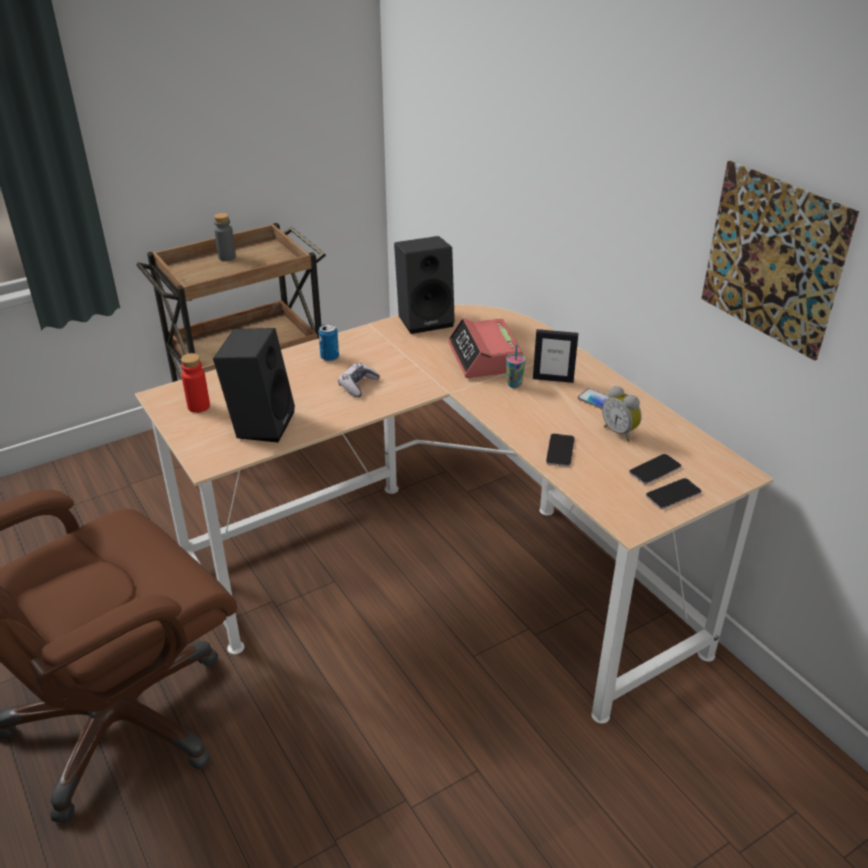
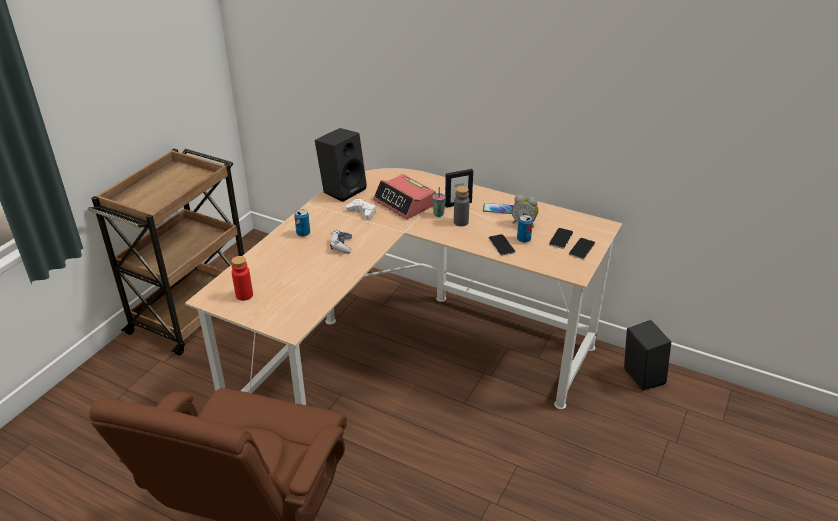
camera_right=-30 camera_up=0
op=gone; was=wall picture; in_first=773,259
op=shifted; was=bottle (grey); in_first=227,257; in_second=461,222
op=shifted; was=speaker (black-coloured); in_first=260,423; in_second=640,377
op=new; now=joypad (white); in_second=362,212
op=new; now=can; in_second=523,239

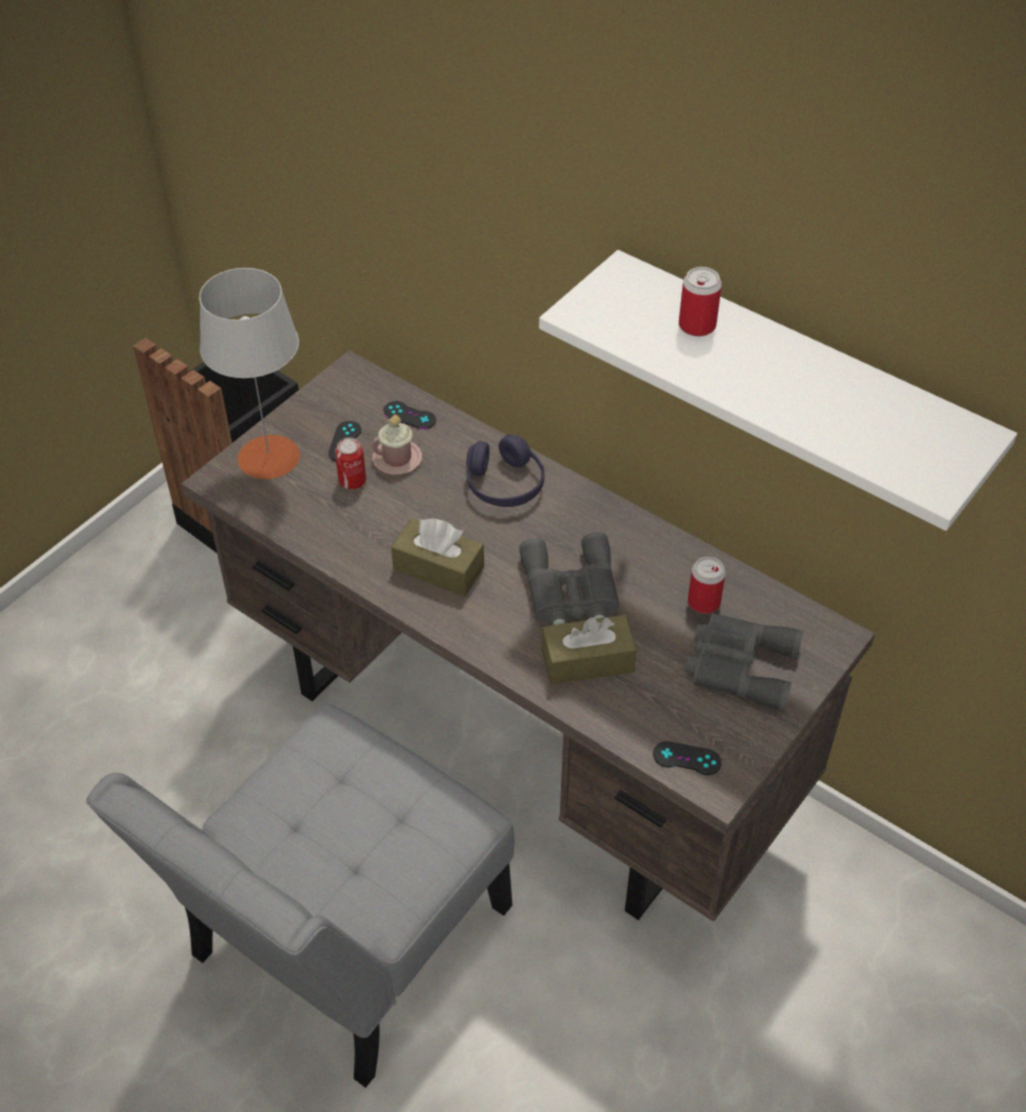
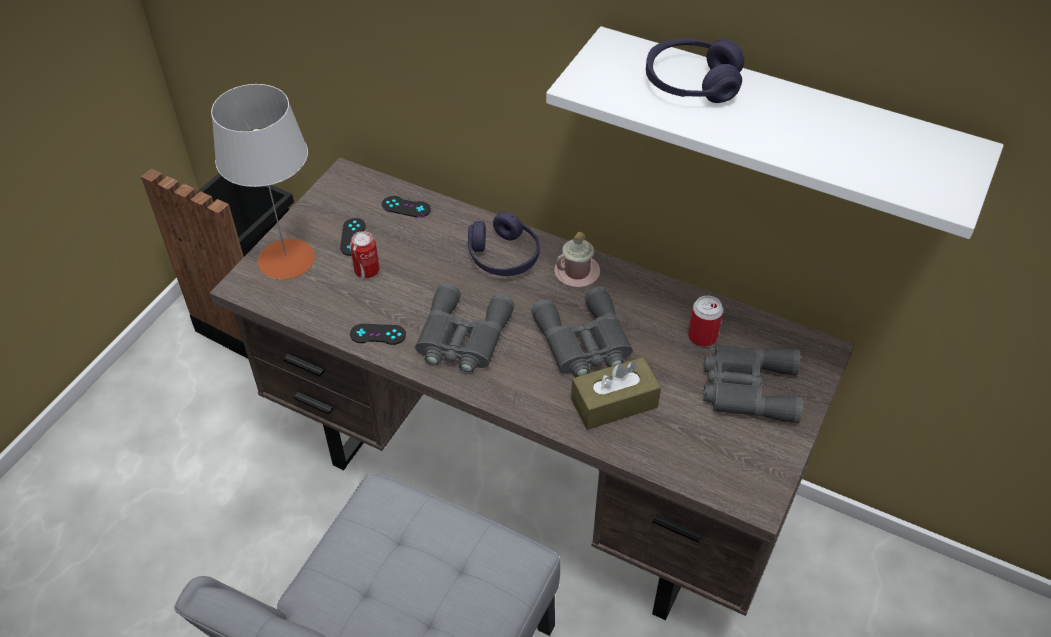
camera_right=-10 camera_up=0
op=swapped; was=can; now=pair of headphones (purple-coloured); in_first=697,325; in_second=692,83
op=shifted; was=coffee mug (pink); in_first=397,459; in_second=577,272
op=swapped; was=tissue holder (brownish); now=field glasses (grey); in_first=438,568; in_second=462,338
op=shifted; was=joypad (black-coloured); in_first=687,758; in_second=378,334

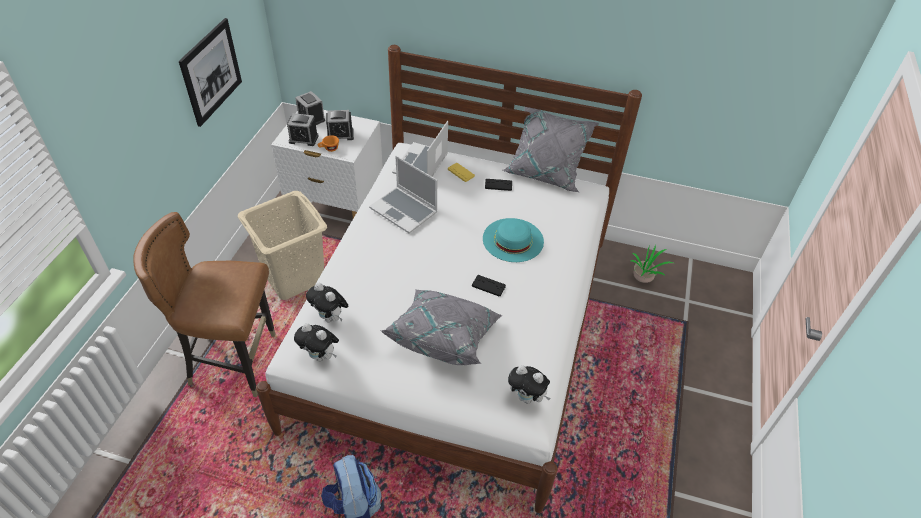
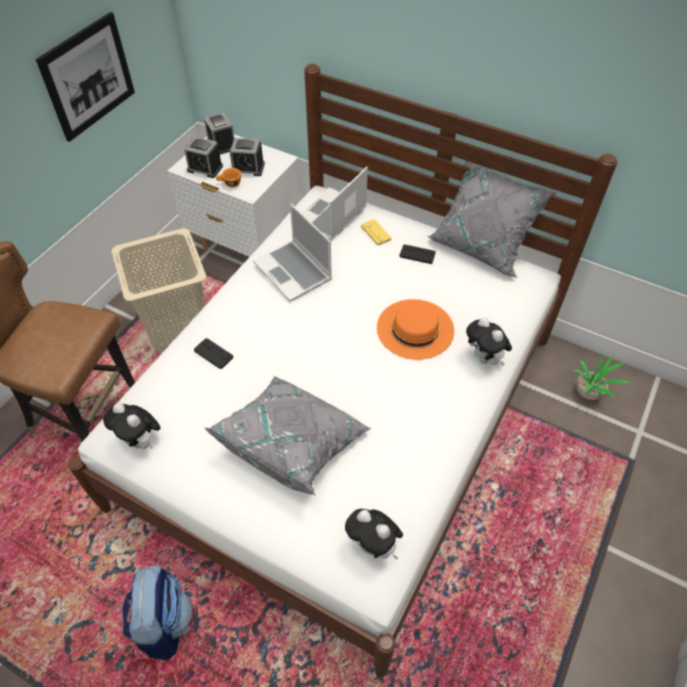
camera_right=15 camera_up=5
op=repainted; was=hat (turquoise); now=hat (orange); in_first=513,240; in_second=415,328
op=shifted; was=joypad (black-coloured); in_first=488,286; in_second=213,354
op=shifted; was=cuddly toy; in_first=330,317; in_second=484,359

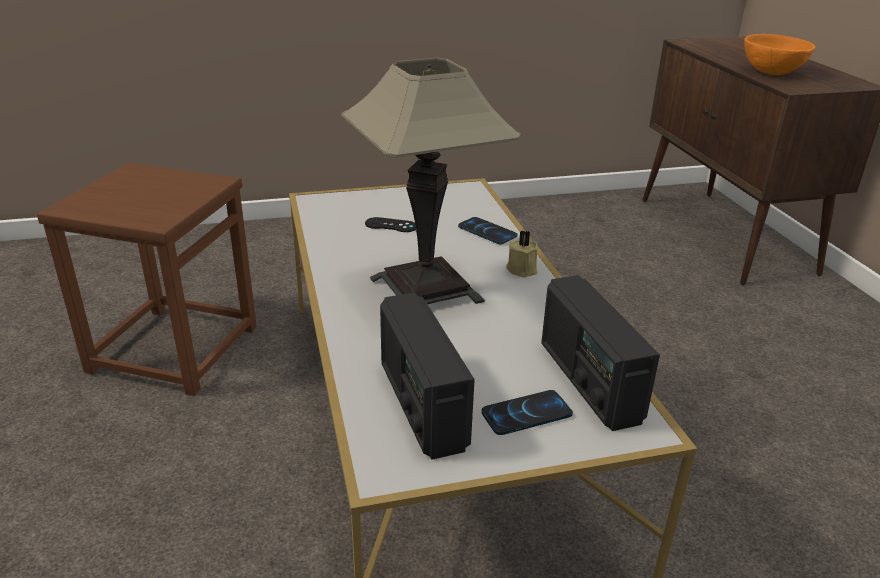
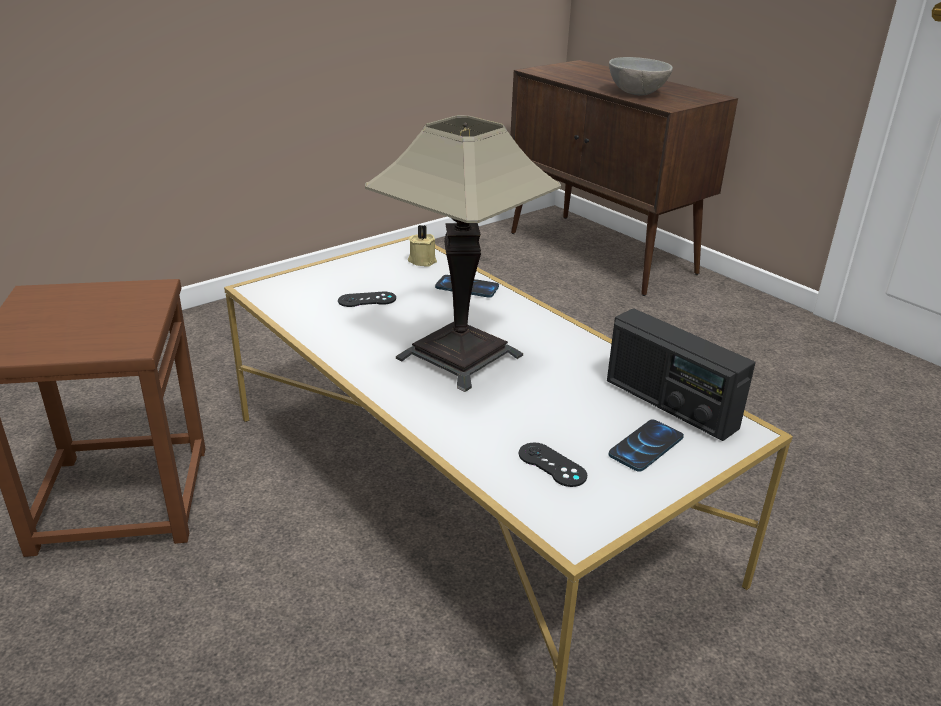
camera_right=-25 camera_up=0
op=repainted; was=deep dish (orange); now=deep dish (grey); in_first=772,73; in_second=637,93
op=shifted; was=wax candle (beige); in_first=522,269; in_second=422,260
op=swapped; was=radio receiver; now=joypad (black-coloured); in_first=421,404; in_second=552,465

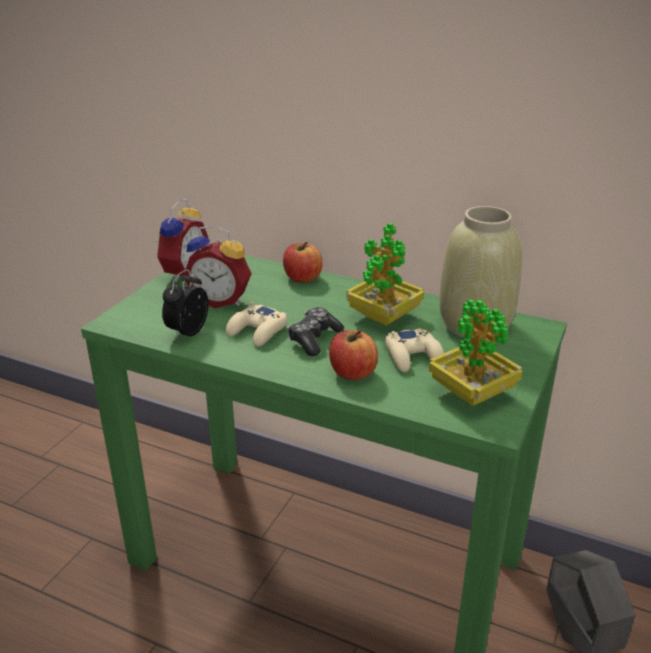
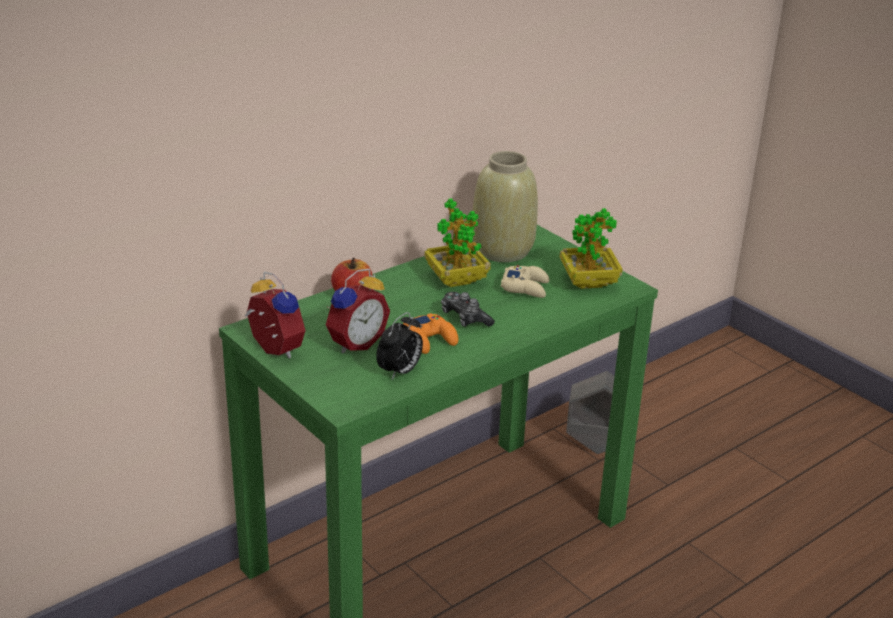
camera_right=-65 camera_up=0
op=rotated; was=table clock; in_first=187,332; in_second=400,372; clockwise=-105
op=repainted; was=joypad (beige); now=joypad (orange); in_first=257,331; in_second=429,339
op=gone; was=apple fruit; in_first=352,373

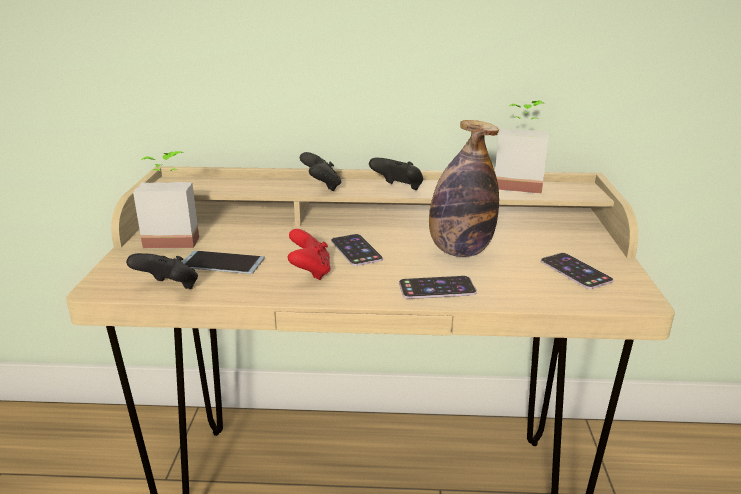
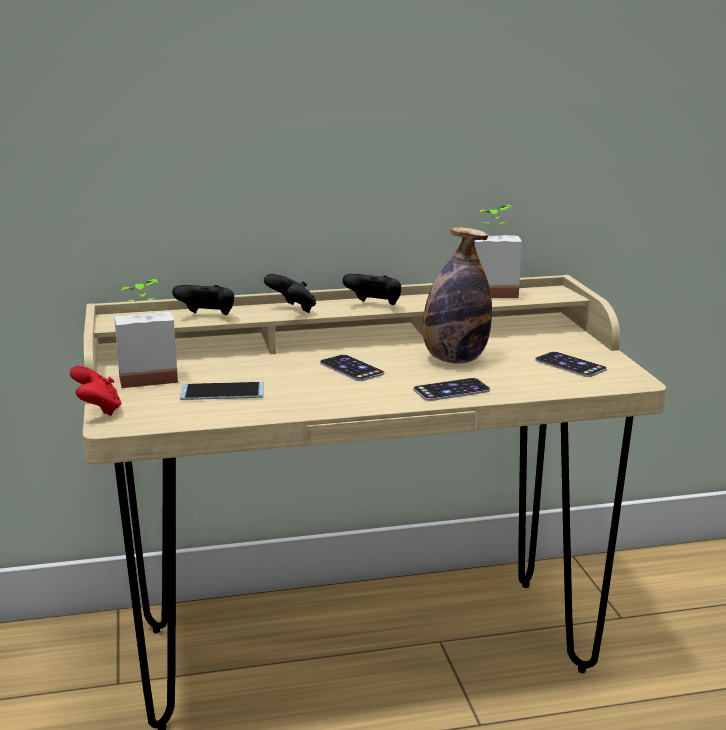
camera_right=-15 camera_up=-5
op=shifted; was=joypad (red-coloured); in_first=310,272; in_second=98,410
op=shifted; was=joypad (black-coloured); in_first=169,289; in_second=207,316

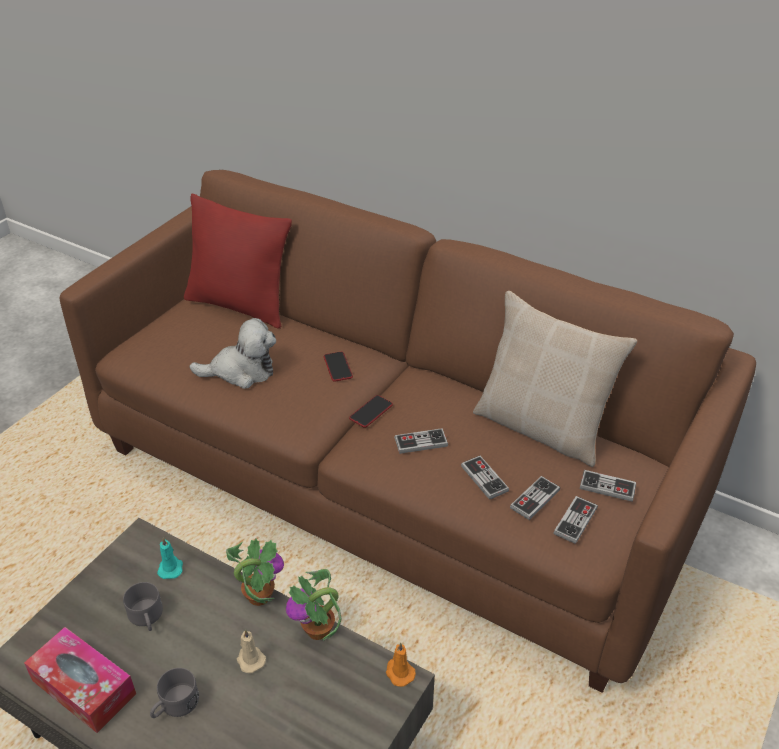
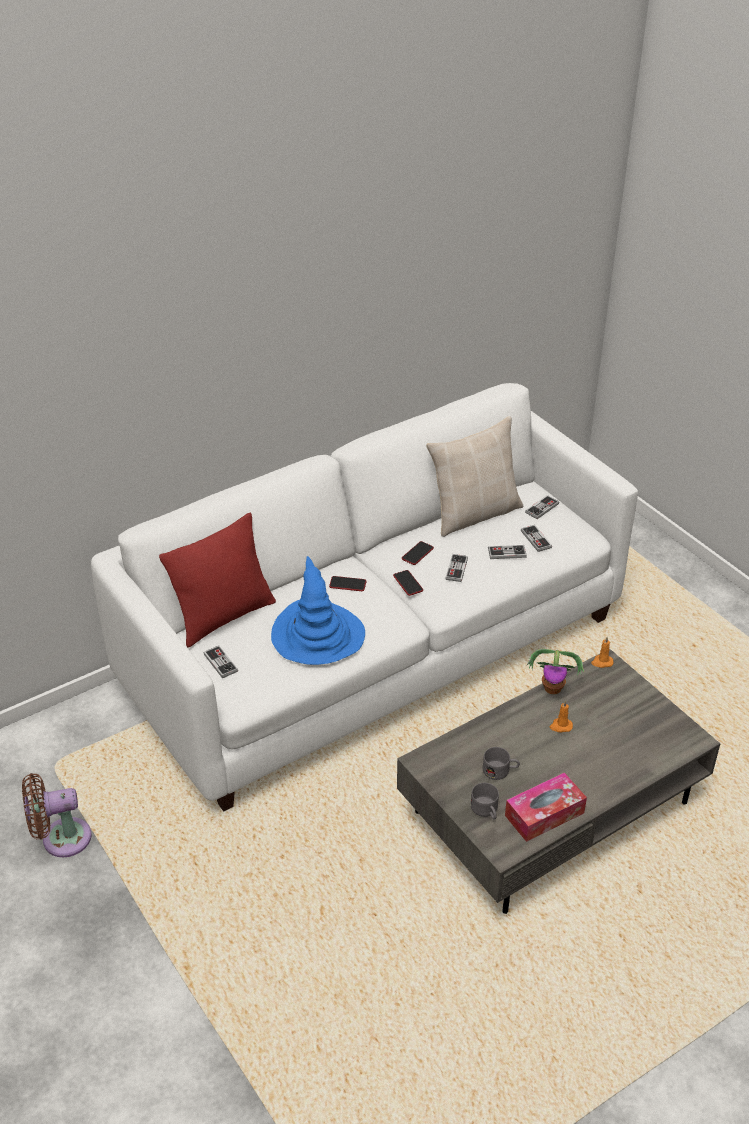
camera_right=-65 camera_up=0
op=repainted; was=couch (brownish); now=couch (white); in_first=391,483; in_second=375,652
op=swapped; was=cuddly toy; now=hat (bluish); in_first=241,371; in_second=317,635
op=shifted; was=joypad; in_first=575,521; in_second=220,663
op=gone; was=wax candle (turquoise); in_first=171,568
op=gone; was=potted plant; in_first=258,595
op=repainted; was=wax candle (beige); now=wax candle (orange); in_first=250,659; in_second=560,726
op=shifted; was=coffee mug (grey); in_first=174,705; in_second=486,811
op=new; now=phone; in_second=417,553
op=new; now=cooling fan (brownish); in_second=61,839

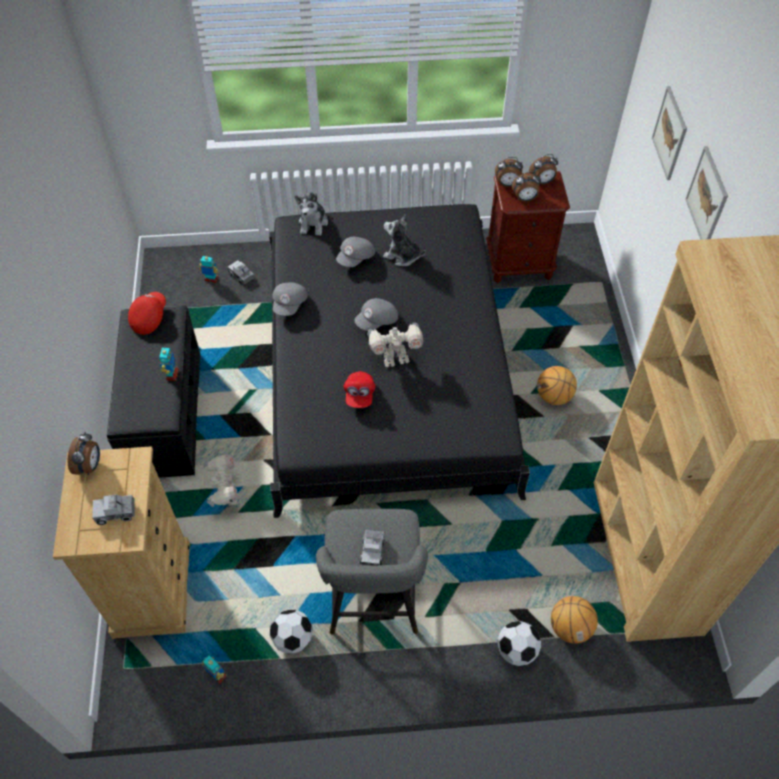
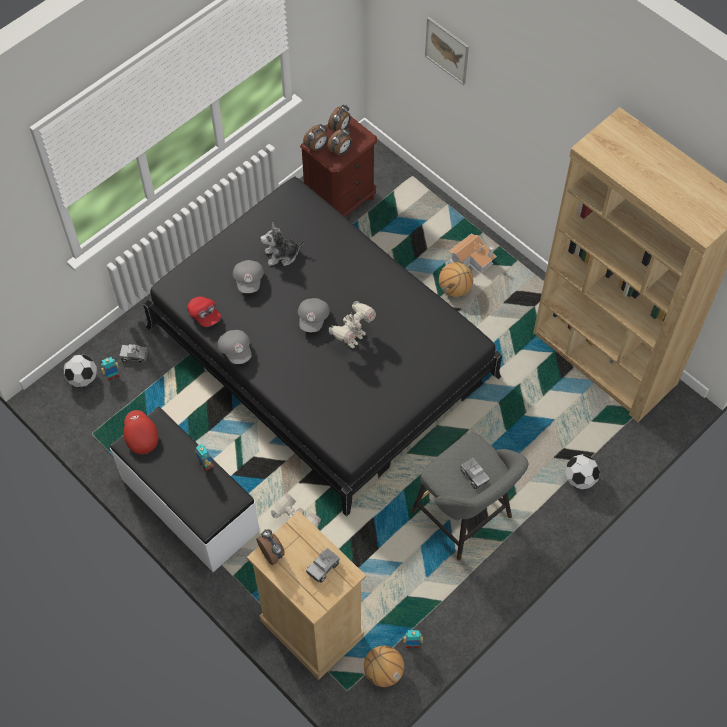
camera_right=-40 camera_up=5
op=gone; was=wall picture; in_first=707,197
op=gone; was=cuddly toy; in_first=313,223
op=repainted; was=indoor bench (black-coloured); now=indoor bench (white); in_first=164,414; in_second=189,505
op=shifted; was=peaked cap (red-coloured); in_first=359,395; in_second=204,315
op=shifted; was=ball for basketball; in_first=570,627; in_second=383,672
op=shifted; was=football ball; in_first=293,638; in_second=83,378
op=new; now=model house; in_second=472,259

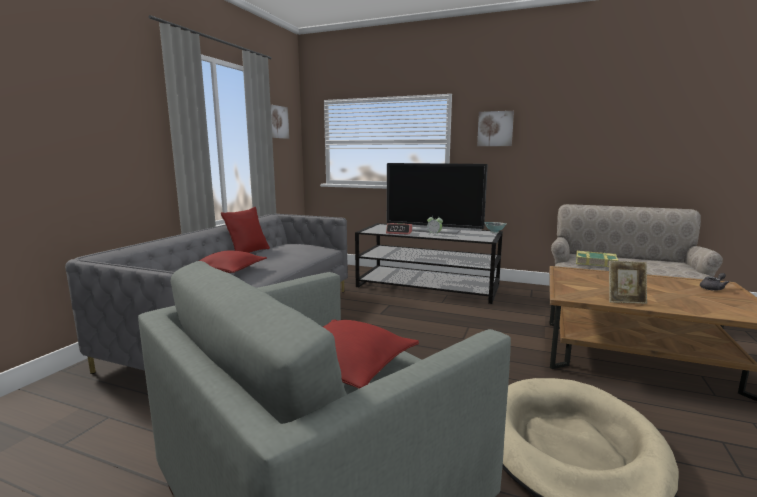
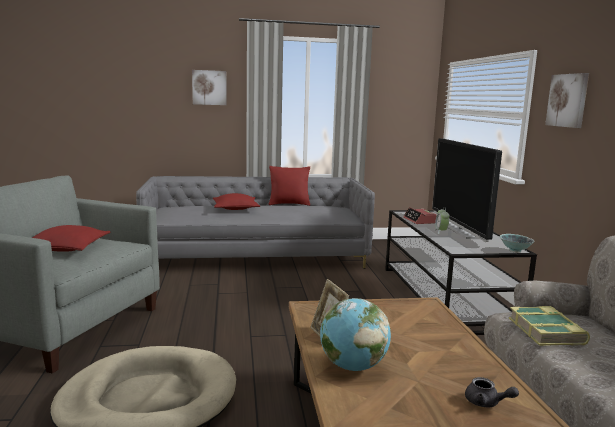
camera_right=60 camera_up=0
op=shifted; was=wall picture; in_first=277,122; in_second=209,87
op=new; now=desk globe; in_second=352,366

